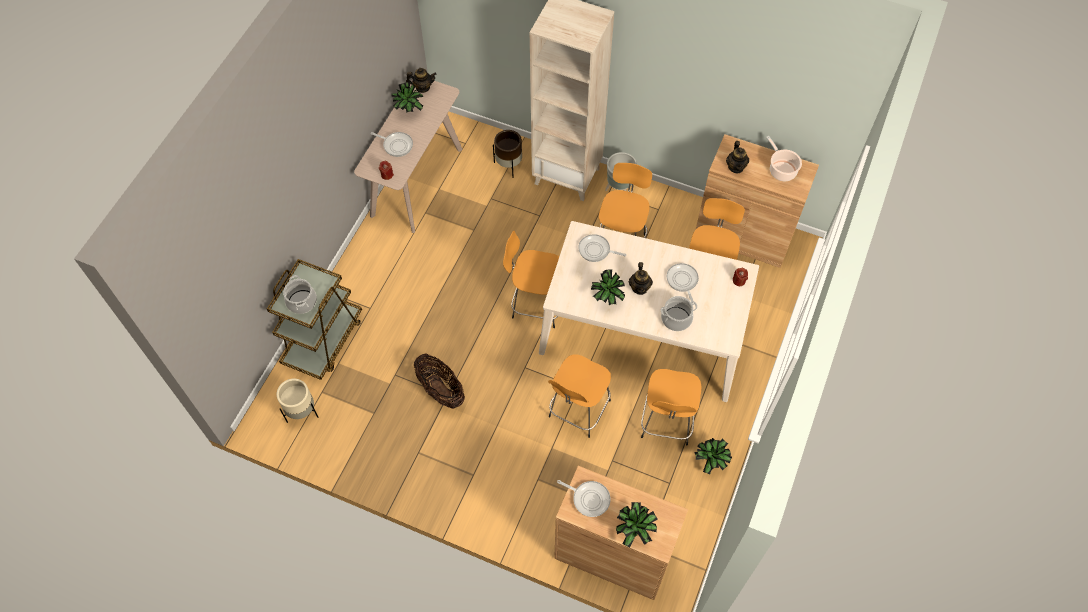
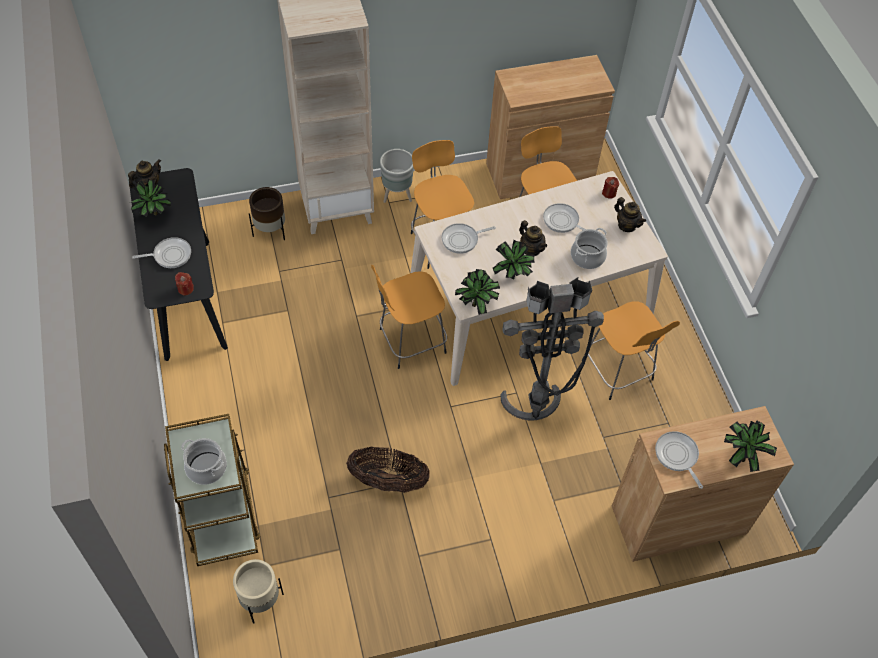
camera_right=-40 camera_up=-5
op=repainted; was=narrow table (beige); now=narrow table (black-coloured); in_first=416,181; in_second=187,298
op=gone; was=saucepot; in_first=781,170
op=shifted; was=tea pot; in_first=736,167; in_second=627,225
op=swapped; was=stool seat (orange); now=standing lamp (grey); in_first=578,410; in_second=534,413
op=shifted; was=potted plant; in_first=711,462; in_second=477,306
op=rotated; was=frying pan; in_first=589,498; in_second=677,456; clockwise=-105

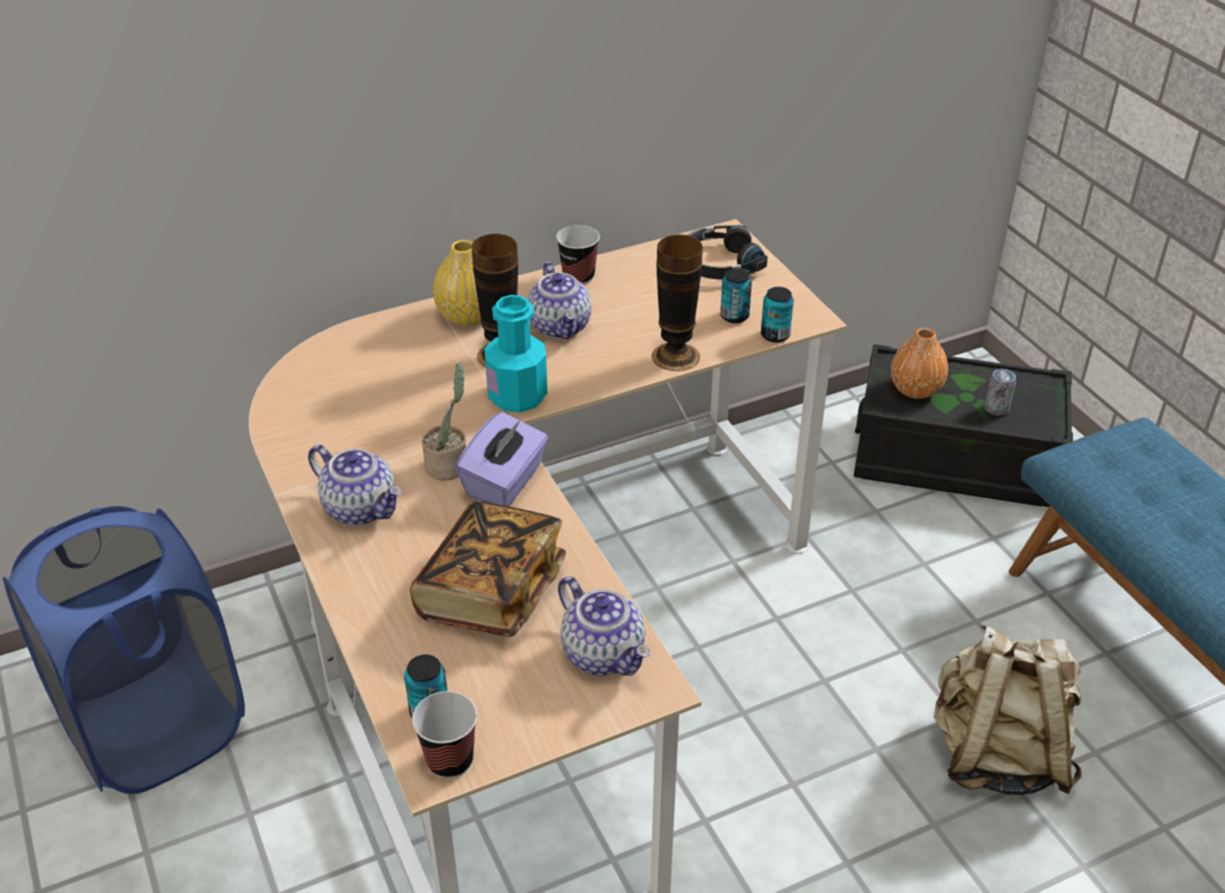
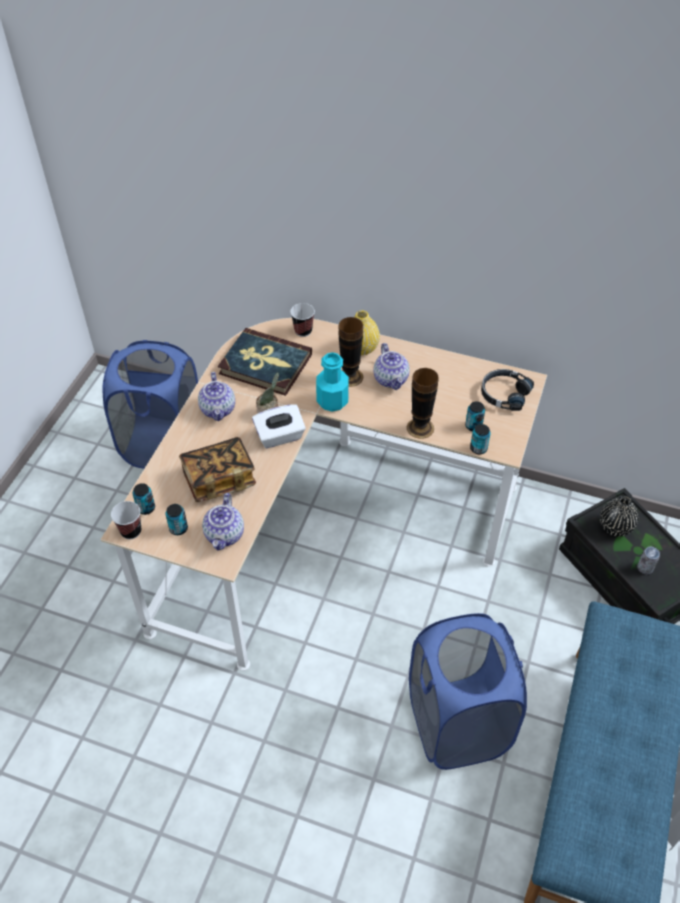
camera_right=45 camera_up=10
op=shifted; was=small cup; in_first=578,277; in_second=303,331
op=rotated; was=tea pot; in_first=561,327; in_second=391,379; clockwise=-45
op=repainted; was=vase (orange); now=vase (black-coloured); in_first=915,389; in_second=615,527
op=repainted; was=tissue holder (purple-coloured); now=tissue holder (white); in_first=505,482; in_second=280,436
op=swapped; was=knapsack (beige); now=washing basket (bluish); in_first=996,754; in_second=456,723
op=new; now=volume; in_second=265,364
op=new; now=can; in_second=178,528

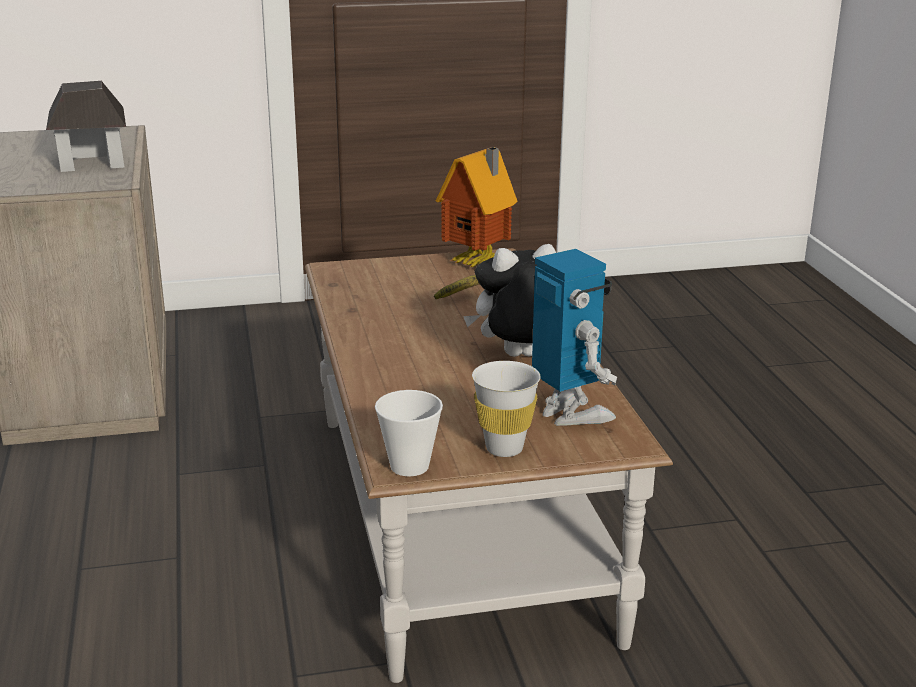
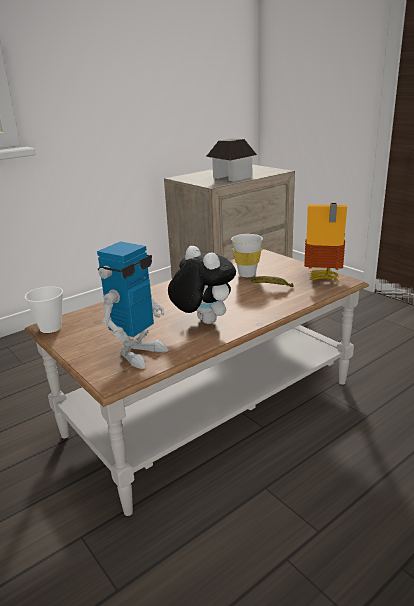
camera_right=65 camera_up=0
op=shifted; was=small cup (white); in_first=504,448; in_second=247,274

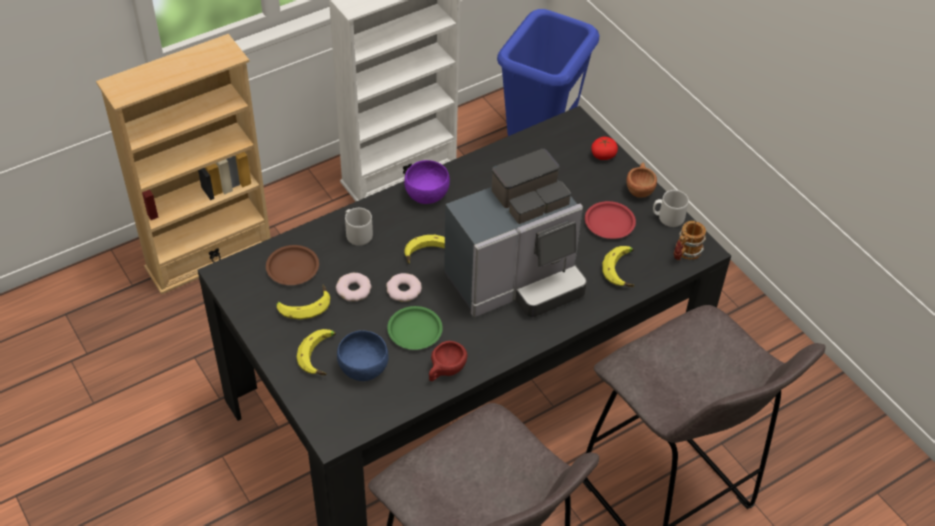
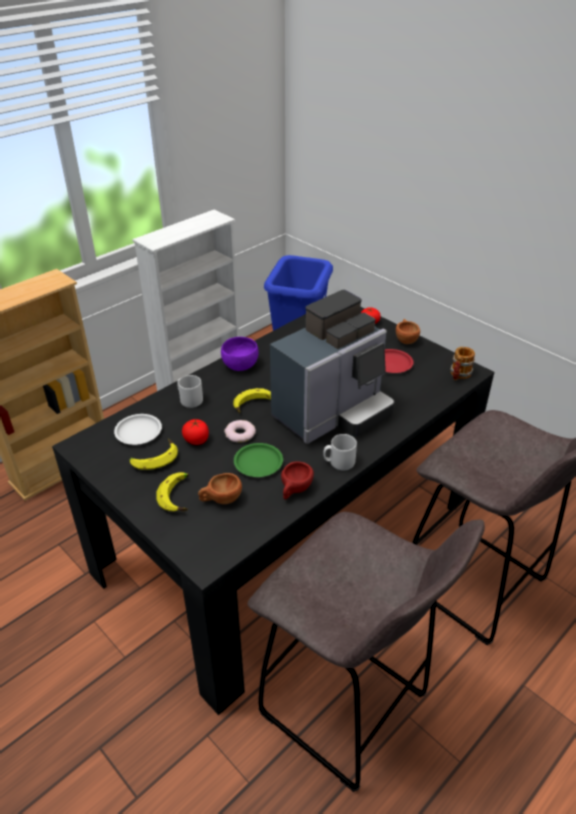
camera_right=-10 camera_up=-10
op=shifted; was=coffee mug (grey); in_first=667,218; in_second=339,462
op=repainted; was=plate (brownish); now=plate (white); in_first=293,268; in_second=139,432
op=gone; was=whole banana; in_first=623,270
op=swapped; was=donut; now=whole tomato; in_first=354,290; in_second=196,440
op=swapped; was=deep dish (bluish); now=small cup (brownish); in_first=364,368; in_second=220,499

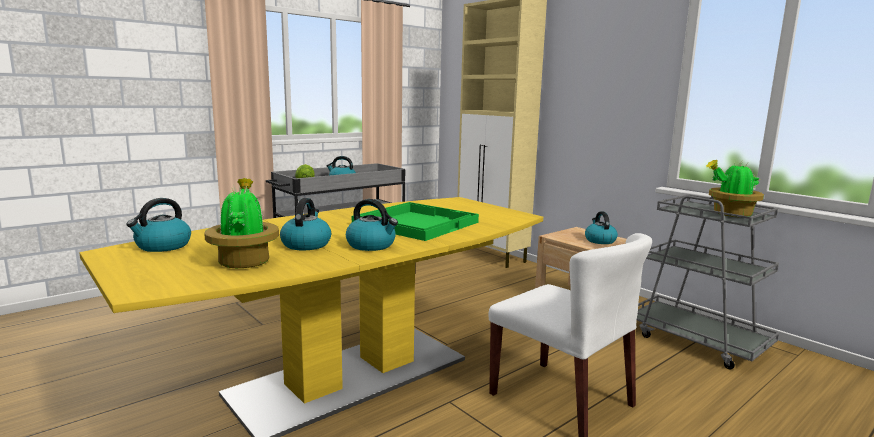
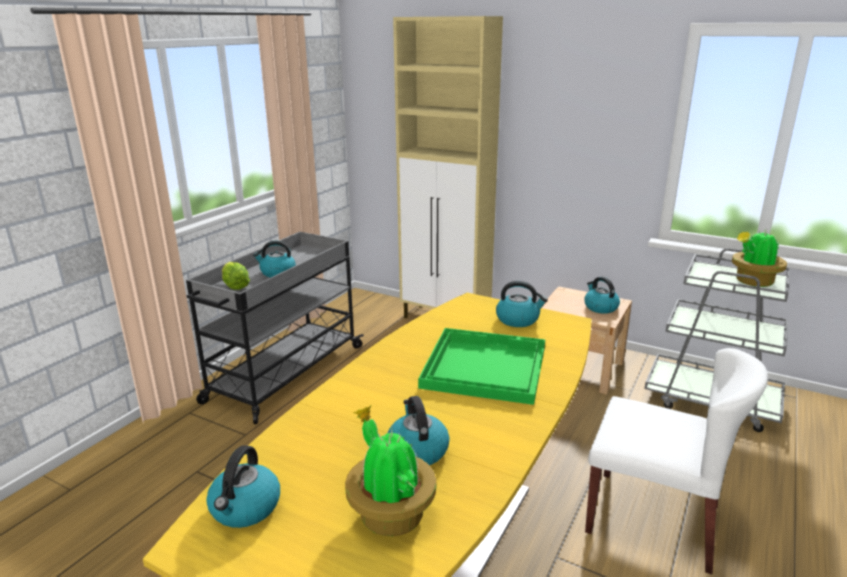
camera_right=-20 camera_up=10
op=shifted; was=tea kettle; in_first=372,245; in_second=518,319

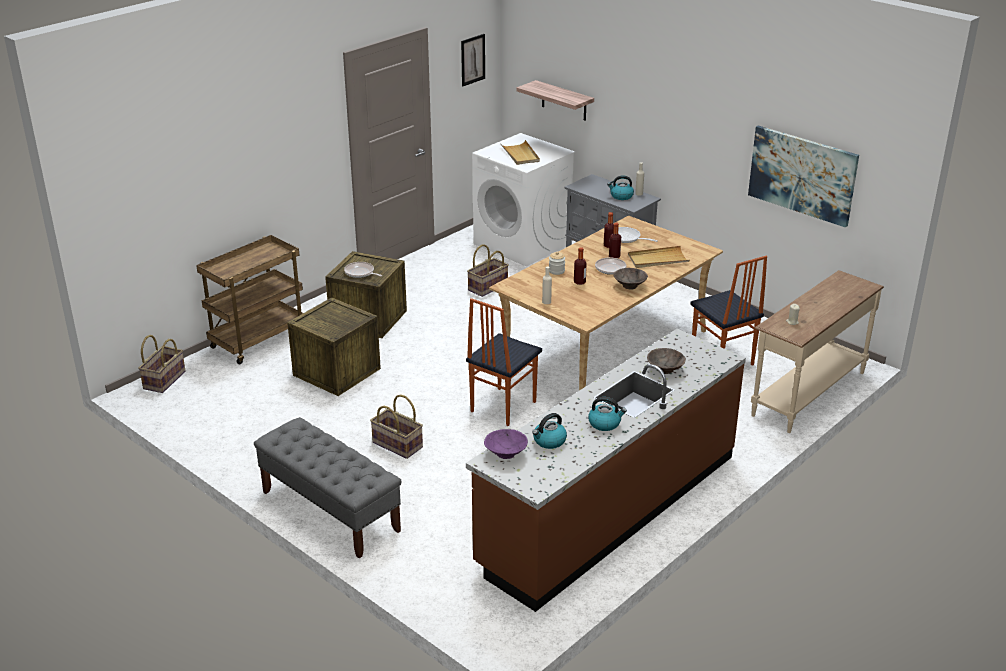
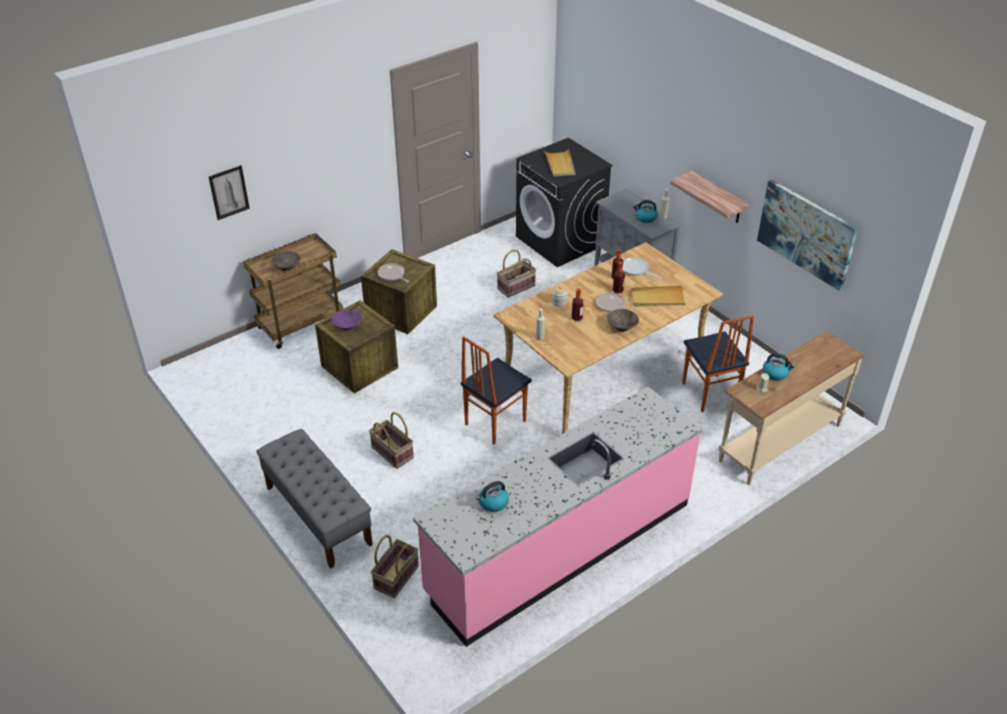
camera_right=10 camera_up=10
op=shifted; was=wall picture; in_first=472,60; in_second=229,192
op=shifted; was=bracket shelf; in_first=564,101; in_second=718,198
op=repainted; was=laundry machine (white); now=laundry machine (black-coloured); in_first=523,244; in_second=560,241
op=repainted; was=counter (brownish); now=counter (pink); in_first=608,510; in_second=559,547
op=shifted; was=storage basket; in_first=164,380; in_second=396,576
op=shifted; was=deep dish (brownish); in_first=665,370; in_second=287,268
op=shifted; was=tea kettle; in_first=605,423; in_second=775,373
op=shifted; was=deep dish (purple-coloured); in_first=506,453; in_second=348,326

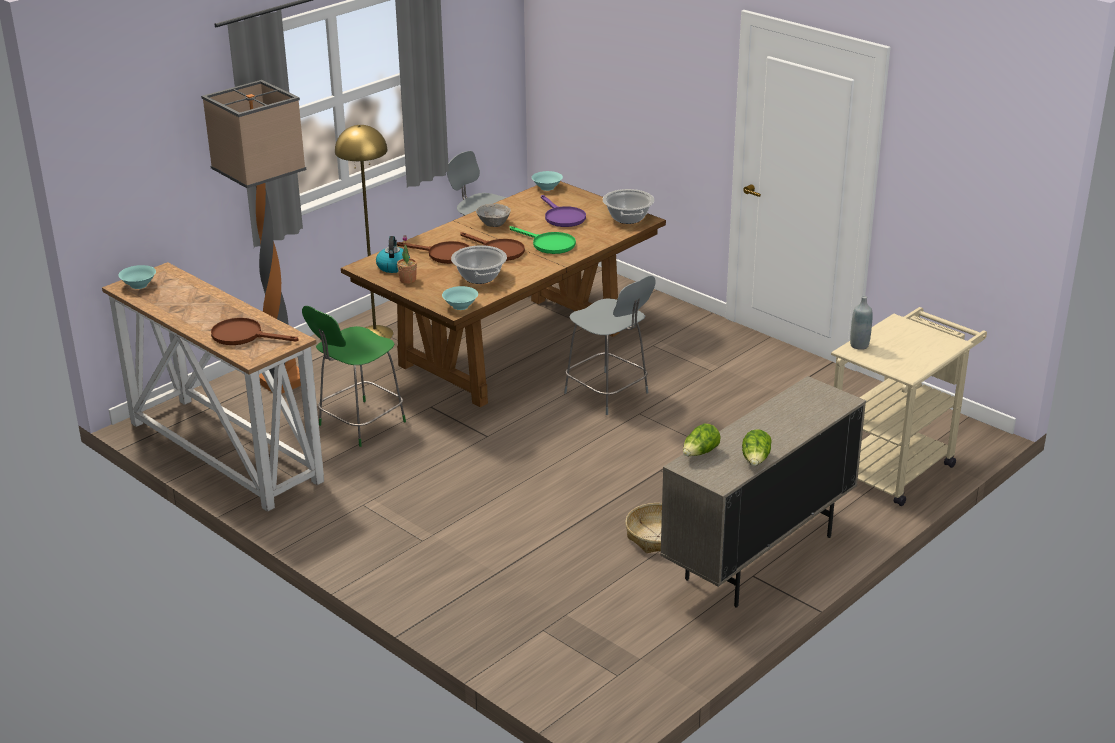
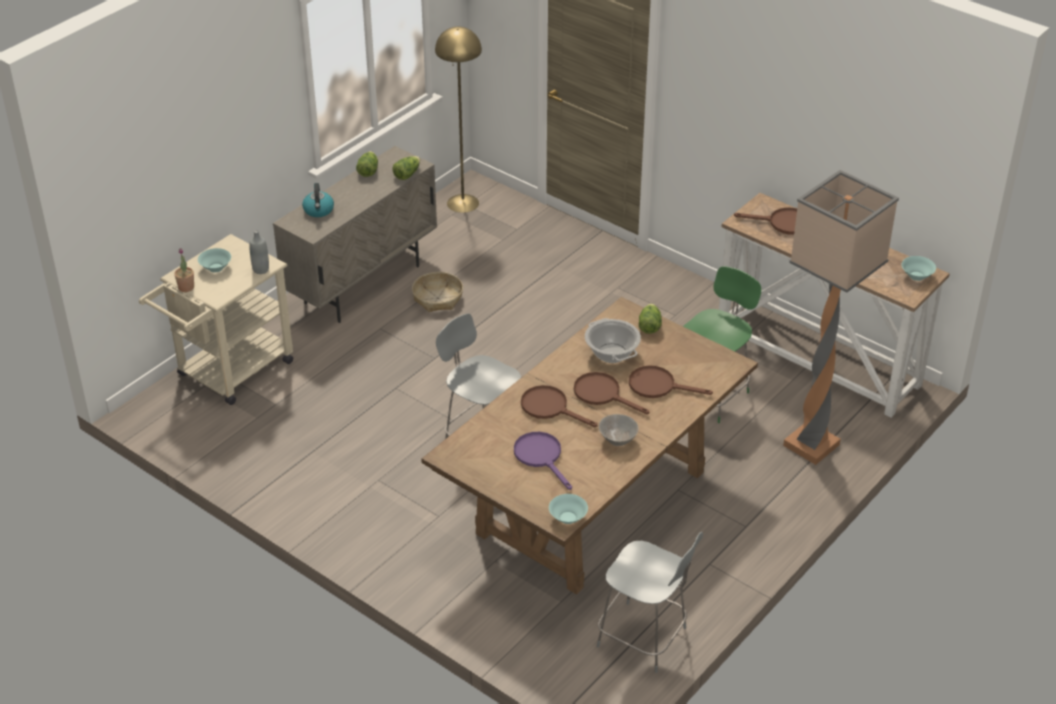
camera_right=175 camera_up=10
op=shifted; was=standing lamp (yellowish); in_first=375,334; in_second=462,203
op=gone; was=saucepot; in_first=627,218
op=repainted; was=frying pan (green-coloured); now=frying pan (brownish); in_first=548,244; in_second=550,407
op=shifted; was=potted plant; in_first=408,280; in_second=186,287
op=shifted; was=tea kettle; in_first=393,266; in_second=319,210
op=shifted; was=deep dish (turquoise); in_first=460,306; in_second=216,268
op=new; now=head of lettuce; in_second=649,326

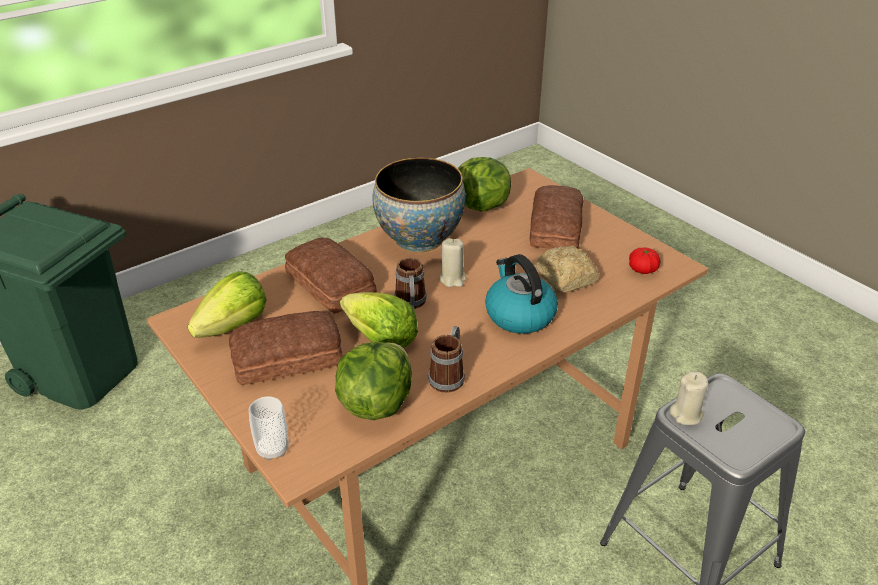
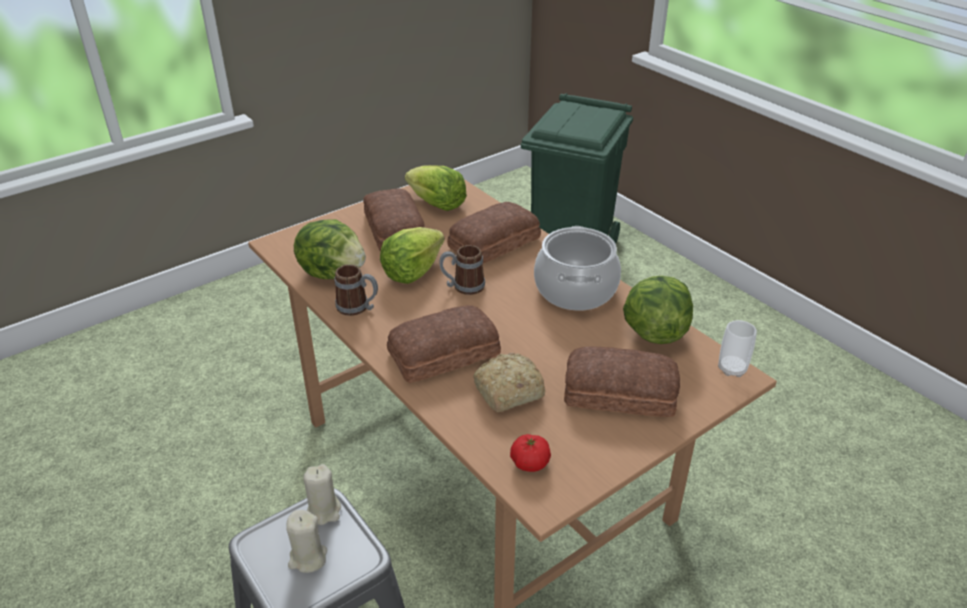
camera_right=90 camera_up=0
op=swapped; was=deep dish; now=saucepot; in_first=419,239; in_second=576,290
op=shifted; was=wax candle (beige); in_first=452,279; in_second=307,558
op=swapped; was=tea kettle; now=baked bread; in_first=519,315; in_second=442,353
op=shifted; was=small cup; in_first=273,449; in_second=732,369

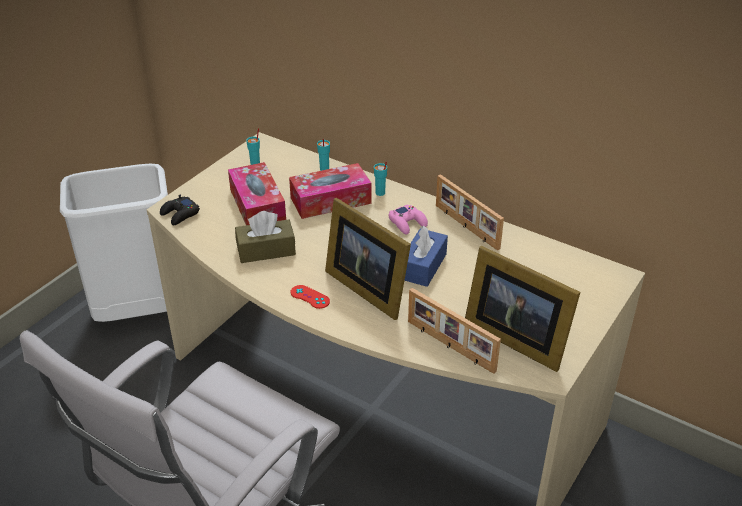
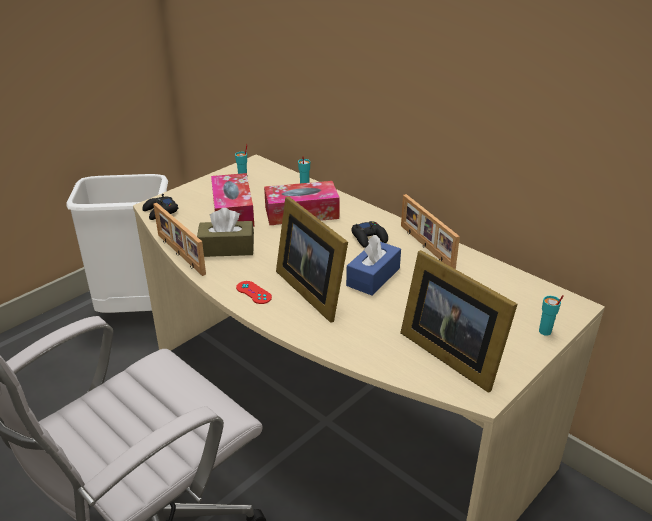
camera_right=10 camera_up=-5
op=shifted; was=small cup (turquoise); in_first=380,193; in_second=545,332
op=repainted; was=joypad (pink); now=joypad (black-coloured); in_first=408,223; in_second=369,238
op=shifted; was=standing frame; in_first=449,346; in_second=179,254

